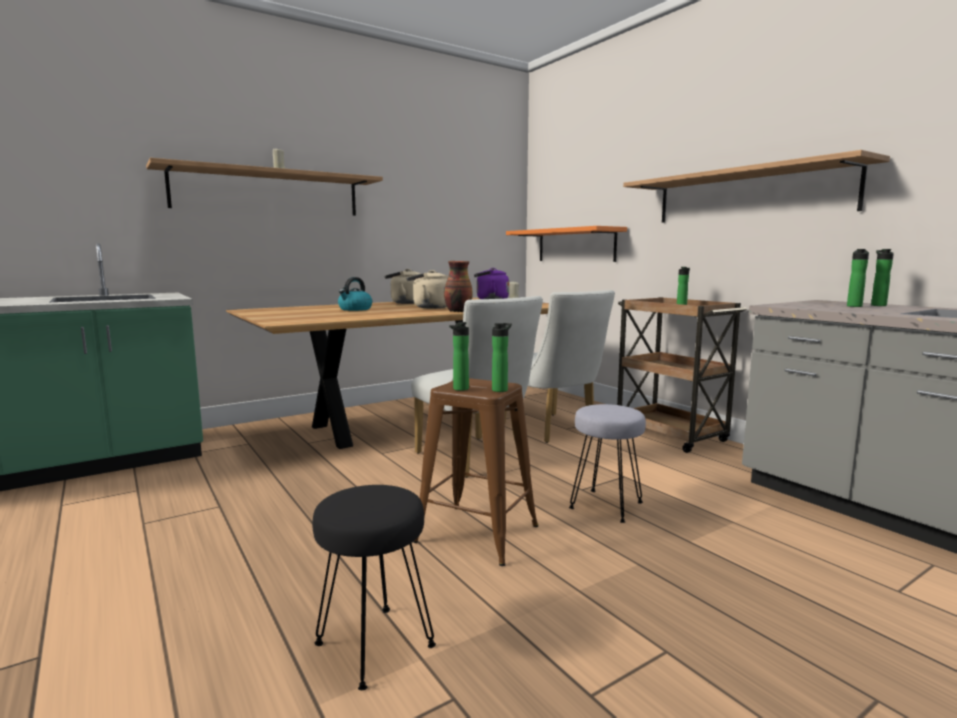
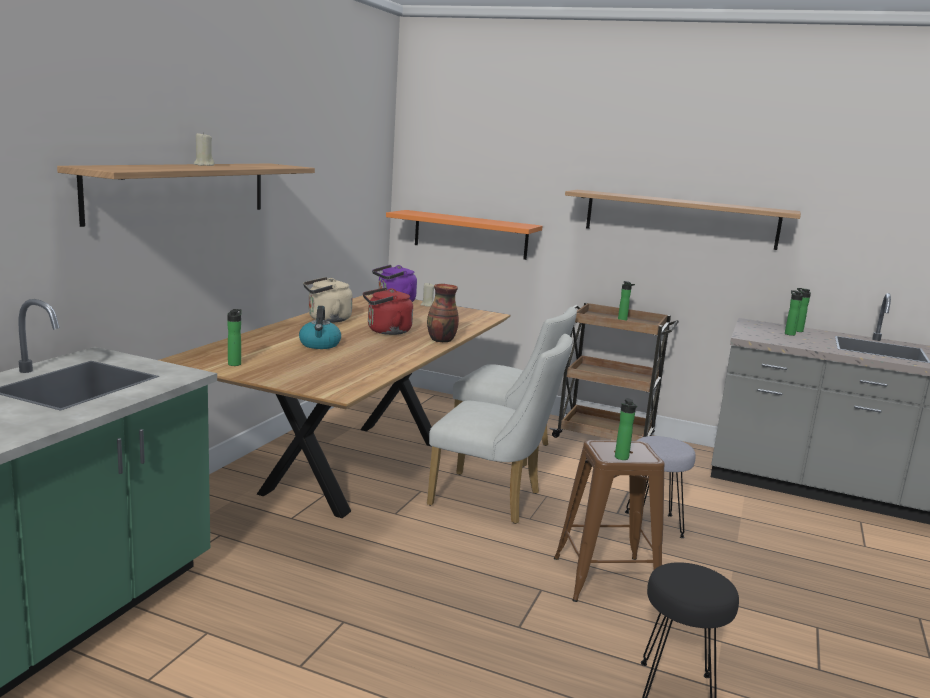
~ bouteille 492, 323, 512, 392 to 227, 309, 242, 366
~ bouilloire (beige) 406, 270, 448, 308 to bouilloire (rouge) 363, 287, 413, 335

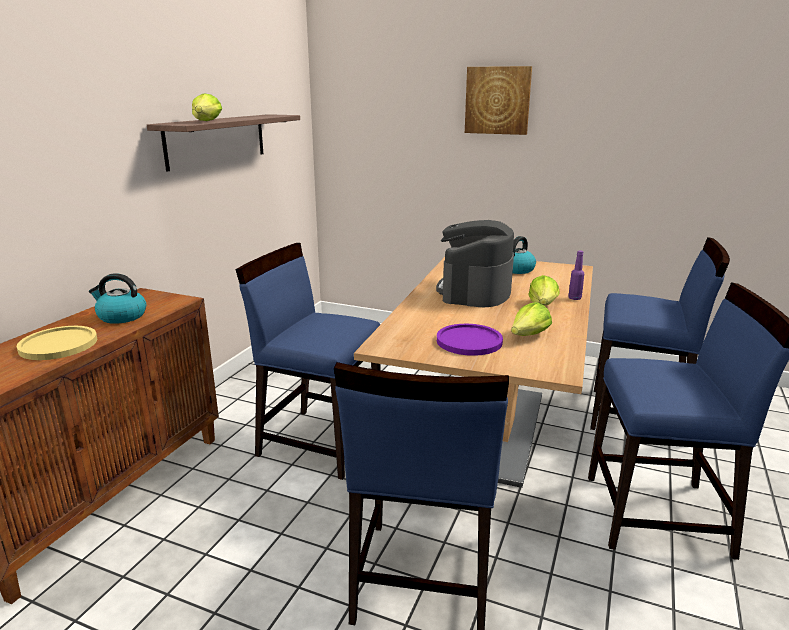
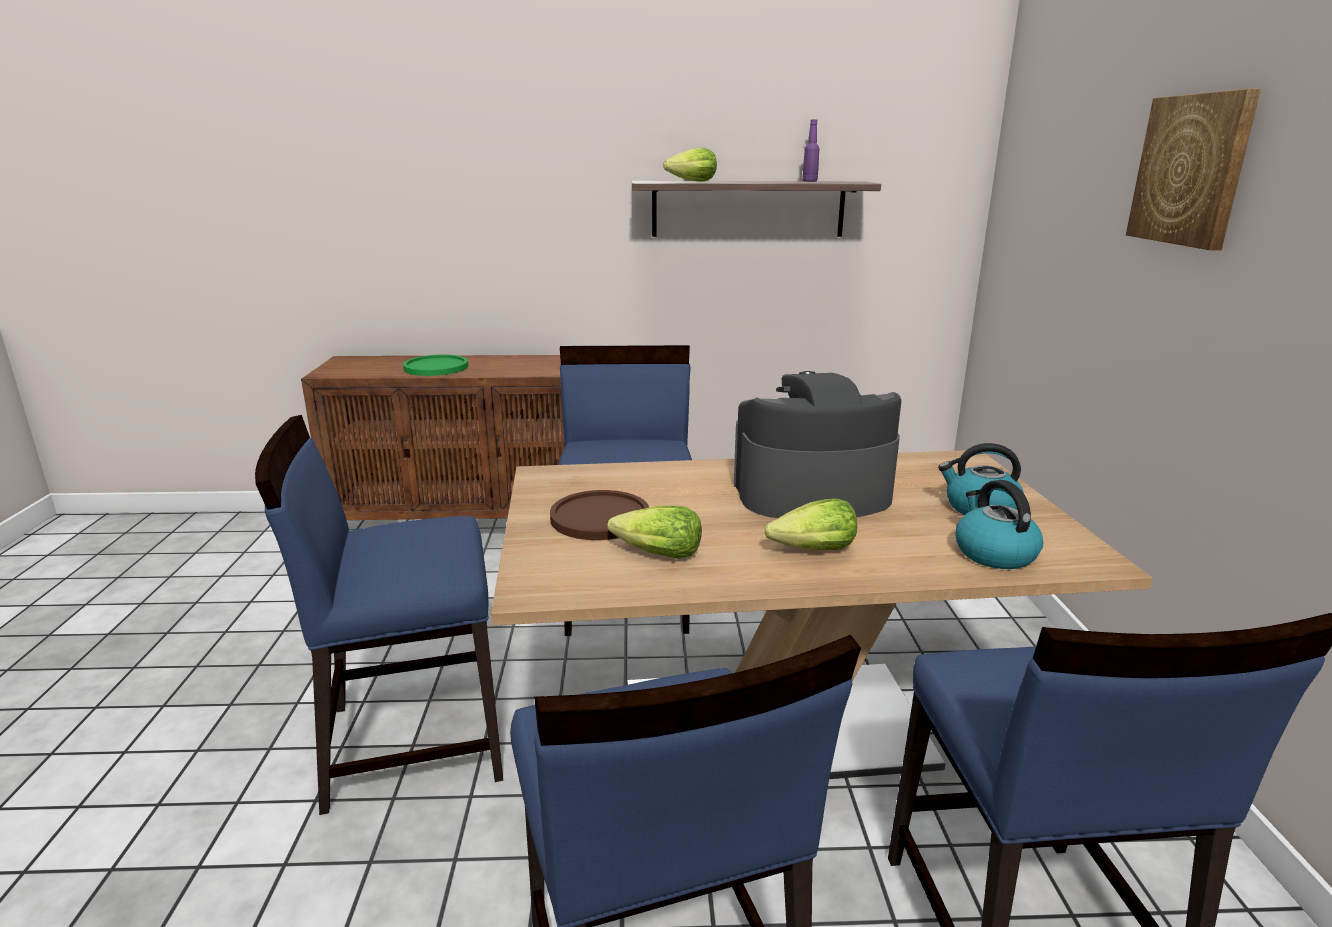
~ assiette (jaune) 17, 326, 97, 360 to assiette (vert) 403, 355, 468, 376
~ assiette (violet) 437, 324, 503, 356 to assiette (marron) 550, 490, 649, 540
~ bouteille (violet) 568, 251, 584, 300 to 802, 119, 819, 182
~ bouilloire 89, 273, 146, 324 to 956, 480, 1043, 569

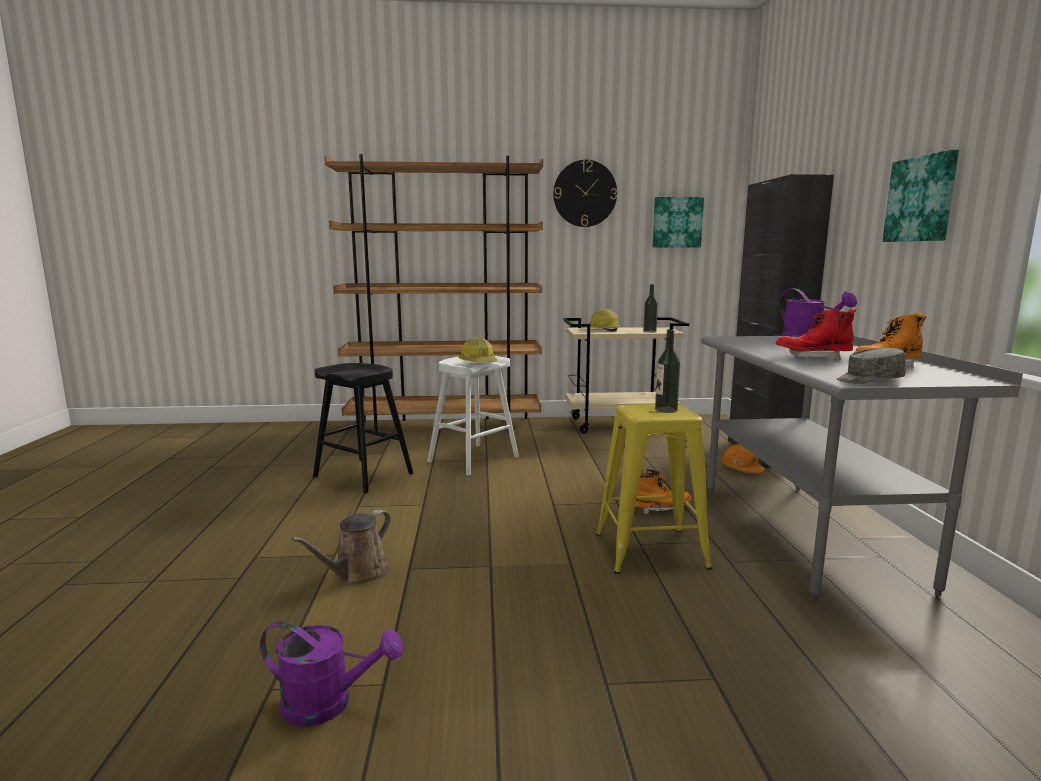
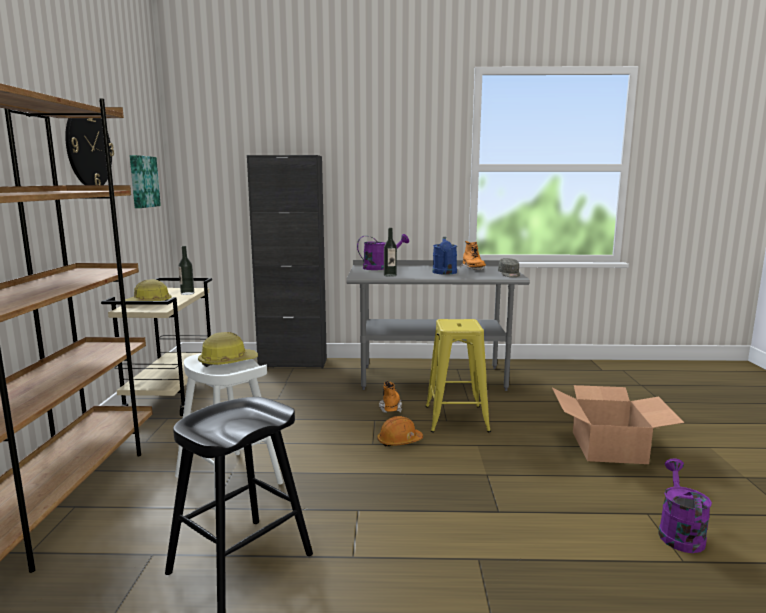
~ casque de chantier (orange) 721, 444, 765, 473 to 377, 416, 423, 446
~ bouteille 655, 329, 680, 413 to 384, 228, 397, 277
~ botte (rouge) 776, 309, 856, 360 to arrosoir (bleu) 433, 237, 457, 275
+ carton 552, 385, 684, 464
- arrosoir (marron) 292, 510, 391, 585
- tableau 882, 150, 959, 242

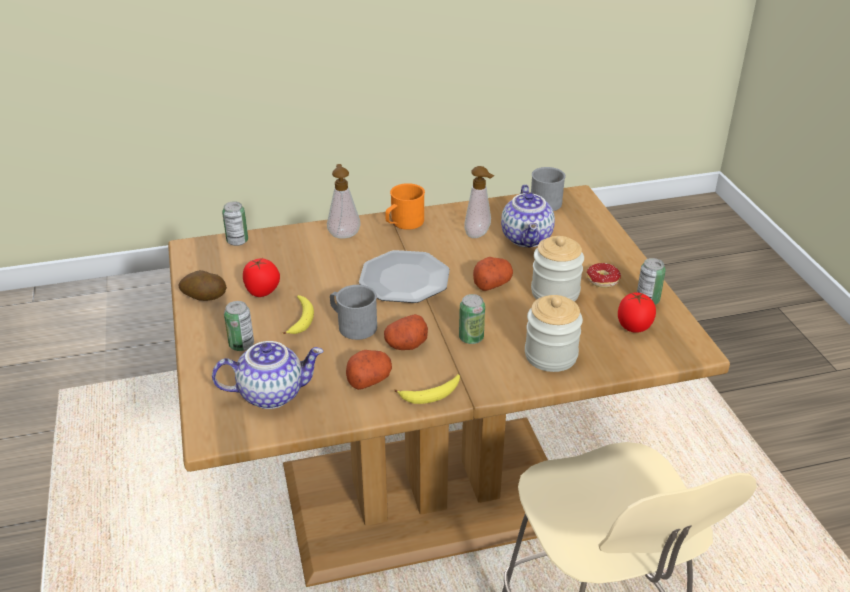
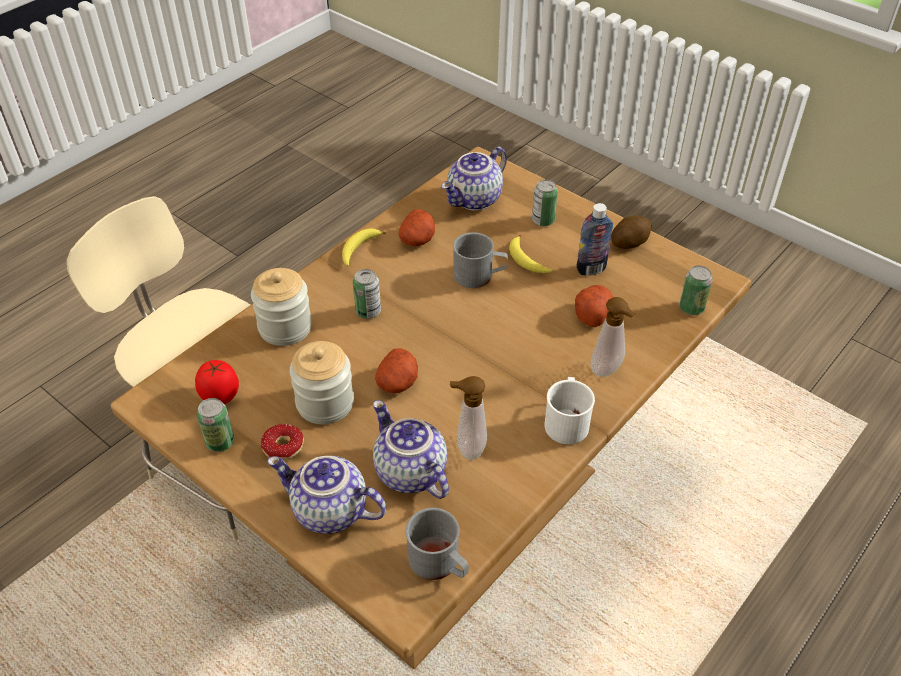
+ théière 267, 456, 386, 534
~ mug (orange) 385, 183, 425, 230 to mug (blanc) 545, 377, 595, 444
~ pomme de terre 384, 314, 428, 350 to 575, 285, 613, 327
~ tomate 243, 258, 280, 297 to bouteille 576, 203, 613, 276
- assiette 359, 250, 450, 303

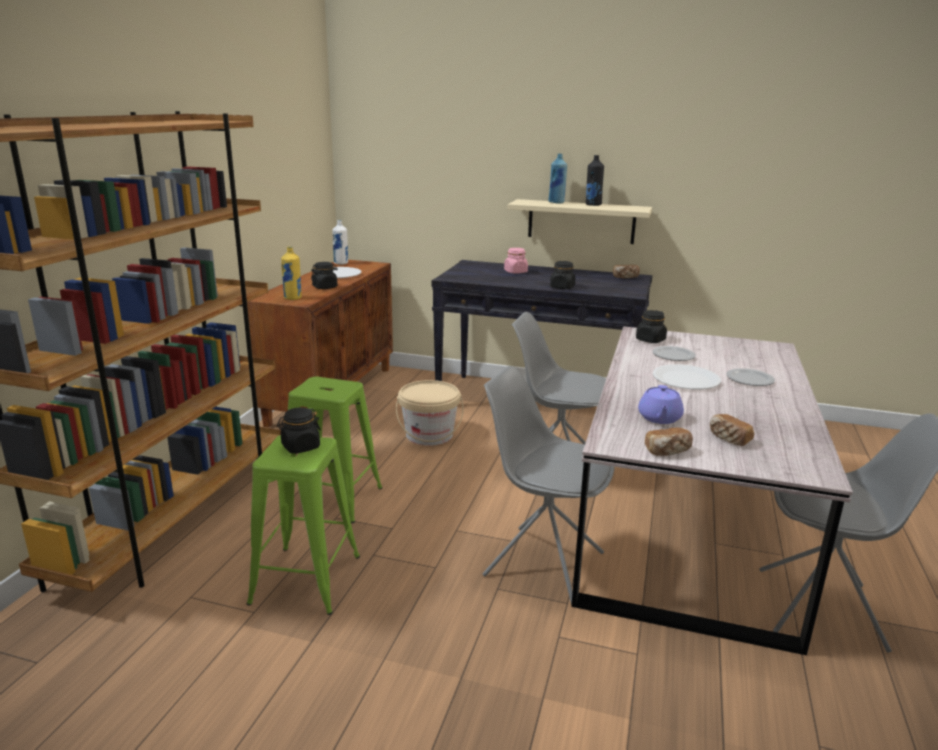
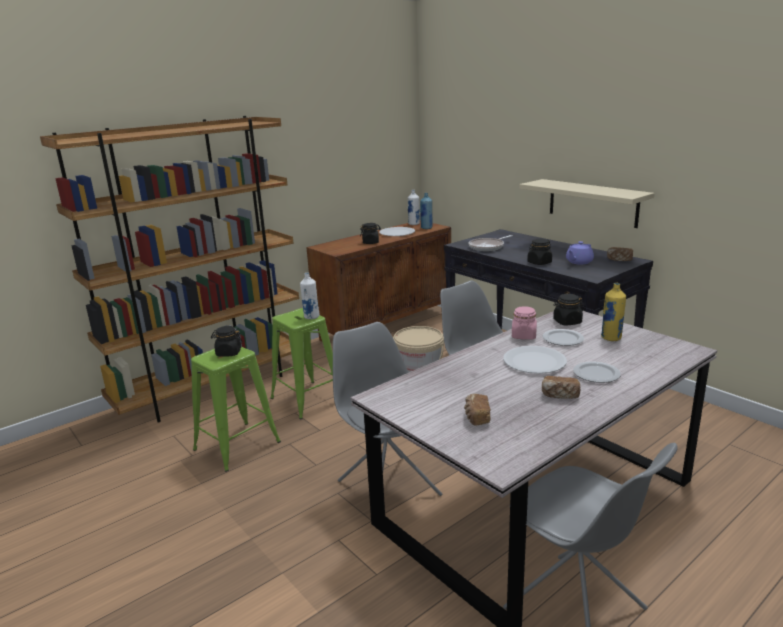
+ bouteille (blanc) 300, 273, 320, 319
~ bouteille (bleu) 548, 154, 567, 204 to 420, 193, 432, 229
+ poêle 469, 235, 513, 251
~ bocal (rose) 504, 248, 528, 274 to 512, 306, 537, 340
~ pain 645, 428, 693, 456 to 542, 376, 580, 399
~ théière (violet) 638, 385, 684, 424 to 566, 241, 594, 265
~ bouteille (jaune) 281, 246, 302, 300 to 601, 283, 626, 341
- bouteille (noir) 586, 155, 604, 206

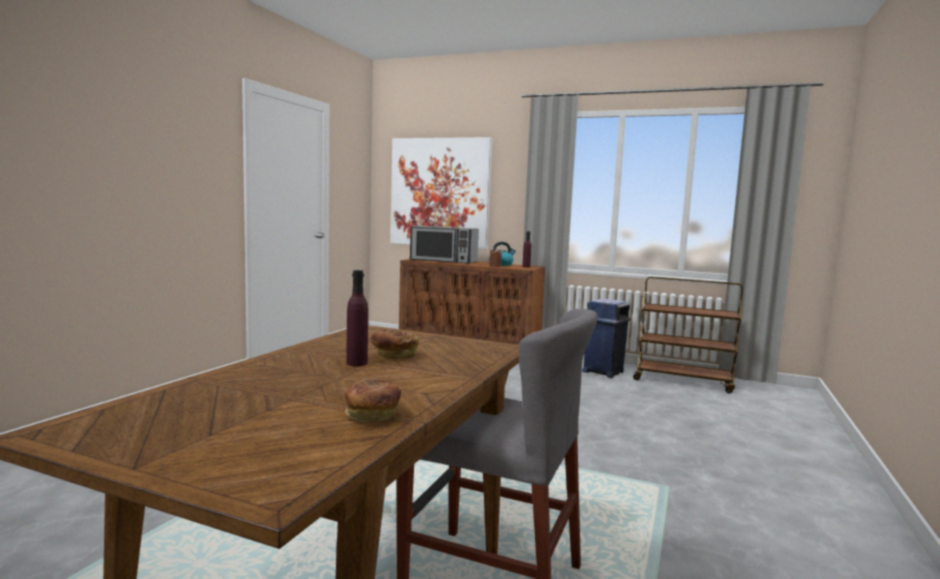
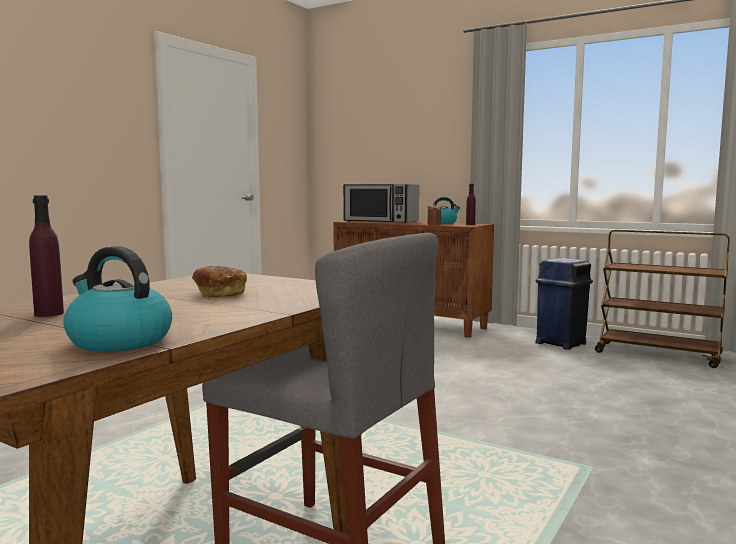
~ bouteille (violet) 346, 270, 368, 366 to 29, 195, 64, 317
~ pain 345, 378, 401, 422 to bouilloire 63, 246, 172, 352
- tableau 390, 137, 492, 249

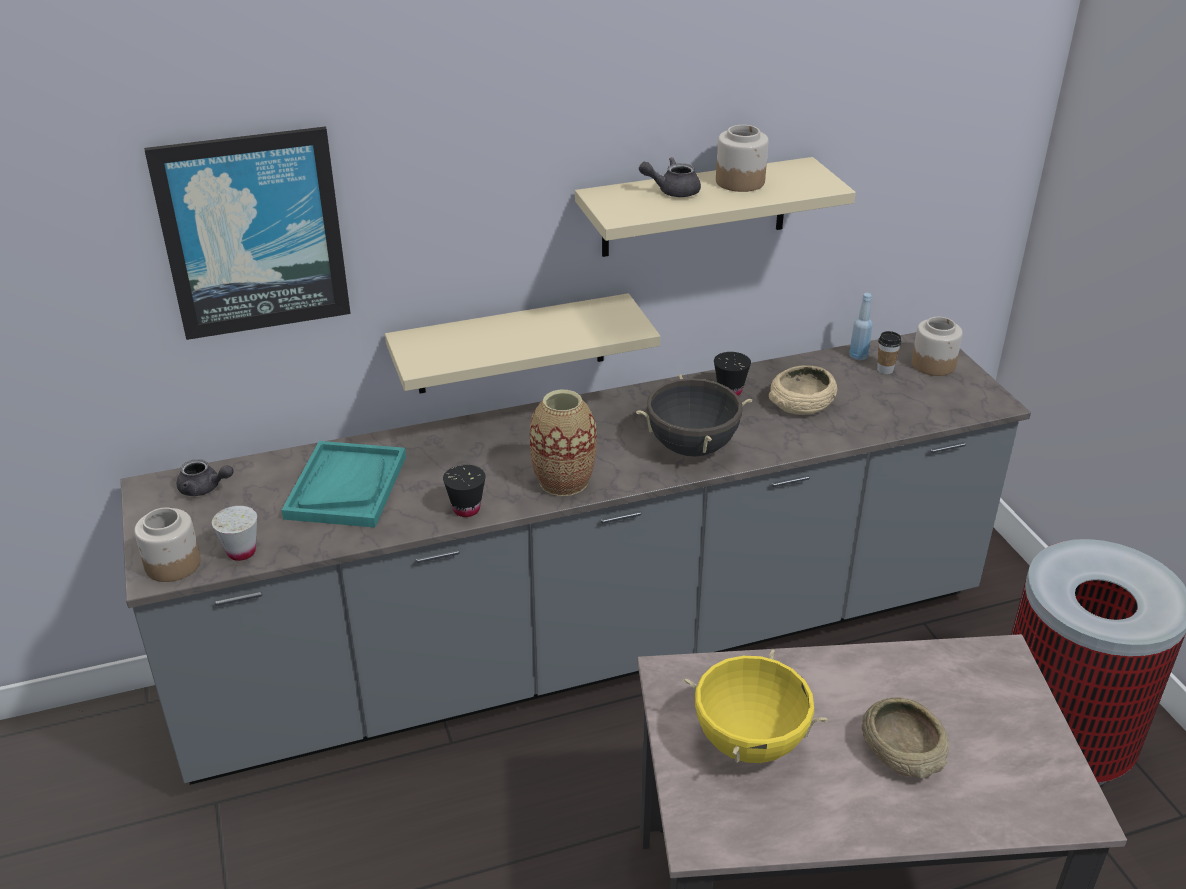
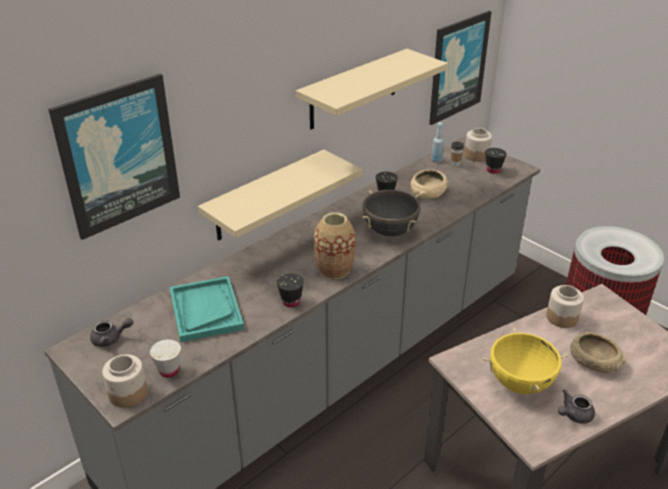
+ tableau 429, 11, 492, 125
+ tasse (noir) 485, 148, 507, 174
~ bocal 716, 125, 768, 192 to 546, 285, 584, 328
~ théière (gris) 639, 157, 701, 197 to 558, 390, 595, 424

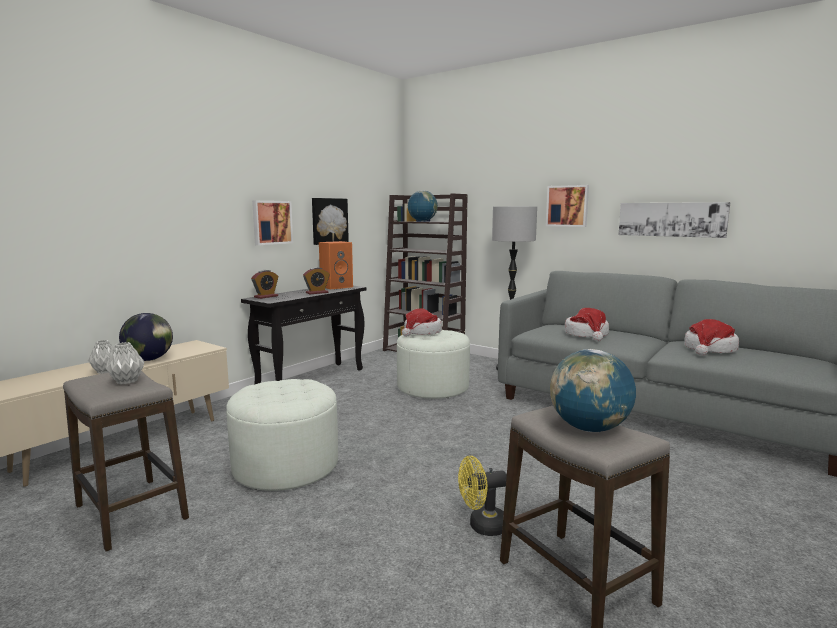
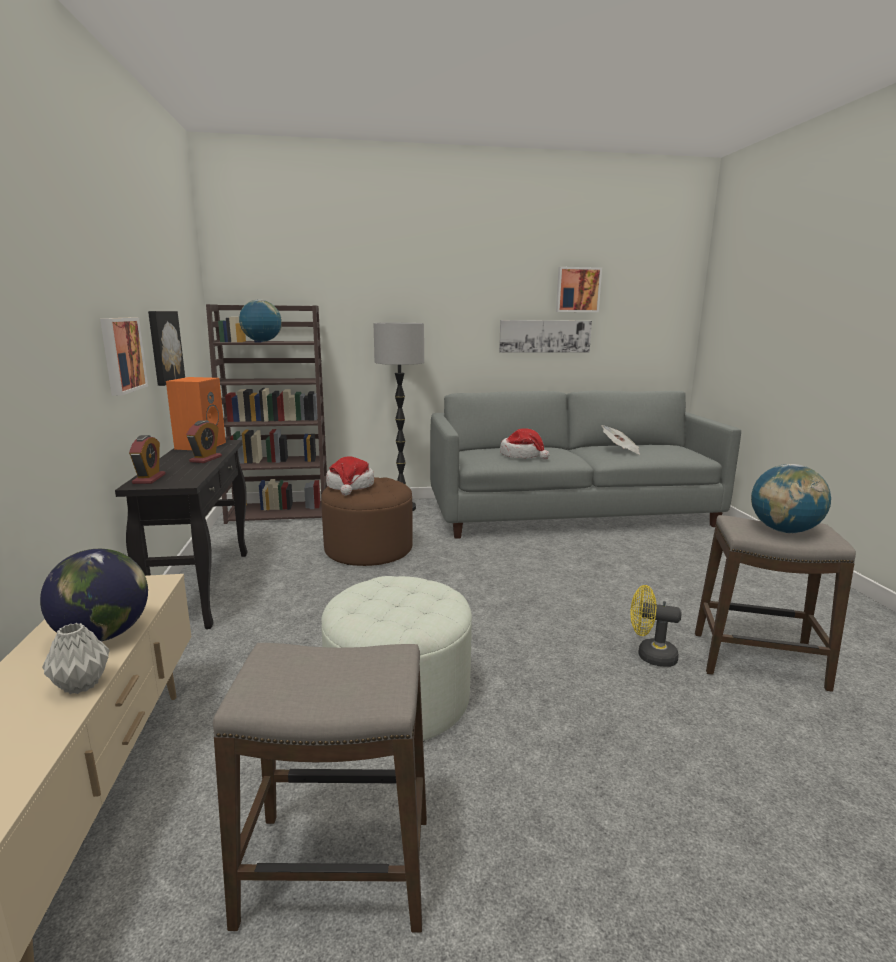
~ pouf (blanc) 397, 330, 470, 399 to pouf (marron) 321, 477, 413, 566
~ tableau 546, 185, 589, 227 to 556, 267, 602, 312
~ chapeau 684, 319, 739, 356 to journal 601, 425, 640, 454
~ ventilateur (jaune) 458, 456, 507, 536 = 630, 585, 681, 667 75 degrees clockwise
- vase (gris) 105, 342, 145, 384

